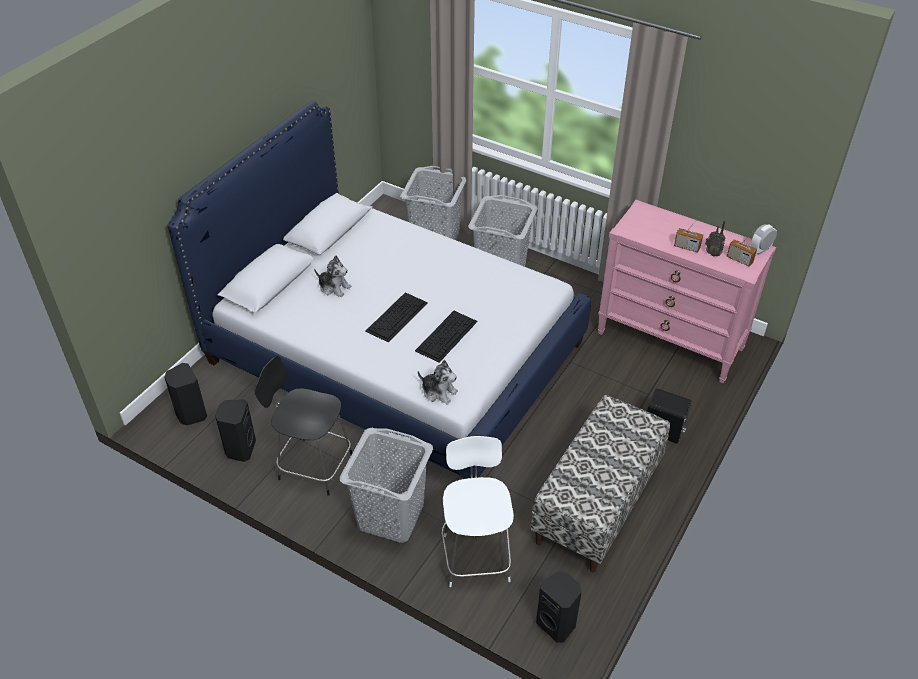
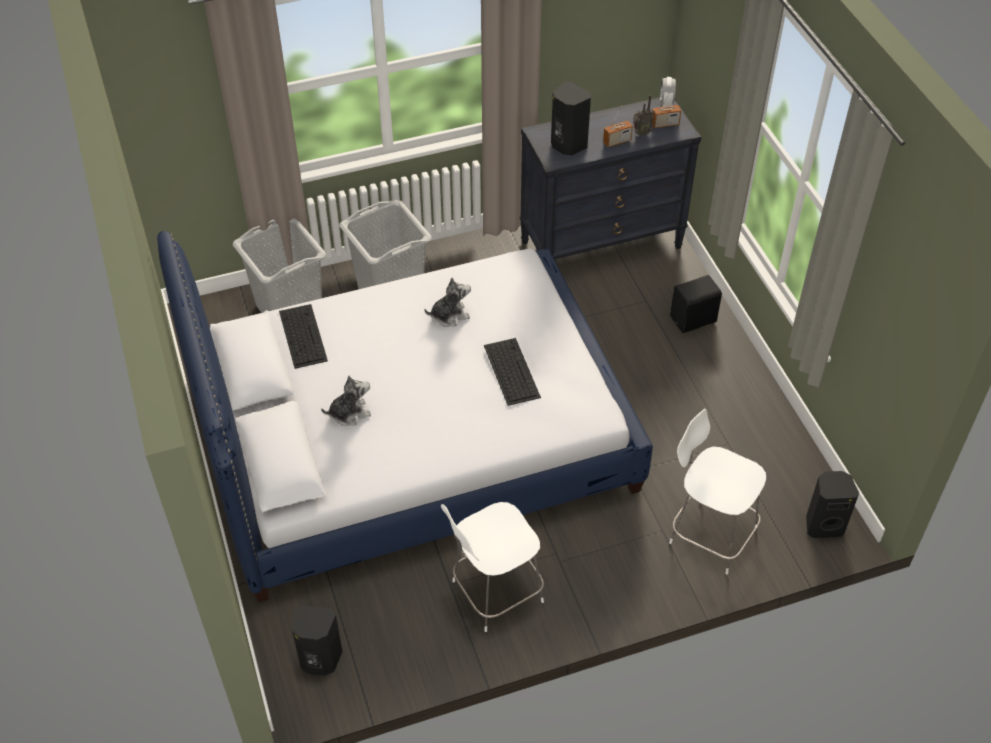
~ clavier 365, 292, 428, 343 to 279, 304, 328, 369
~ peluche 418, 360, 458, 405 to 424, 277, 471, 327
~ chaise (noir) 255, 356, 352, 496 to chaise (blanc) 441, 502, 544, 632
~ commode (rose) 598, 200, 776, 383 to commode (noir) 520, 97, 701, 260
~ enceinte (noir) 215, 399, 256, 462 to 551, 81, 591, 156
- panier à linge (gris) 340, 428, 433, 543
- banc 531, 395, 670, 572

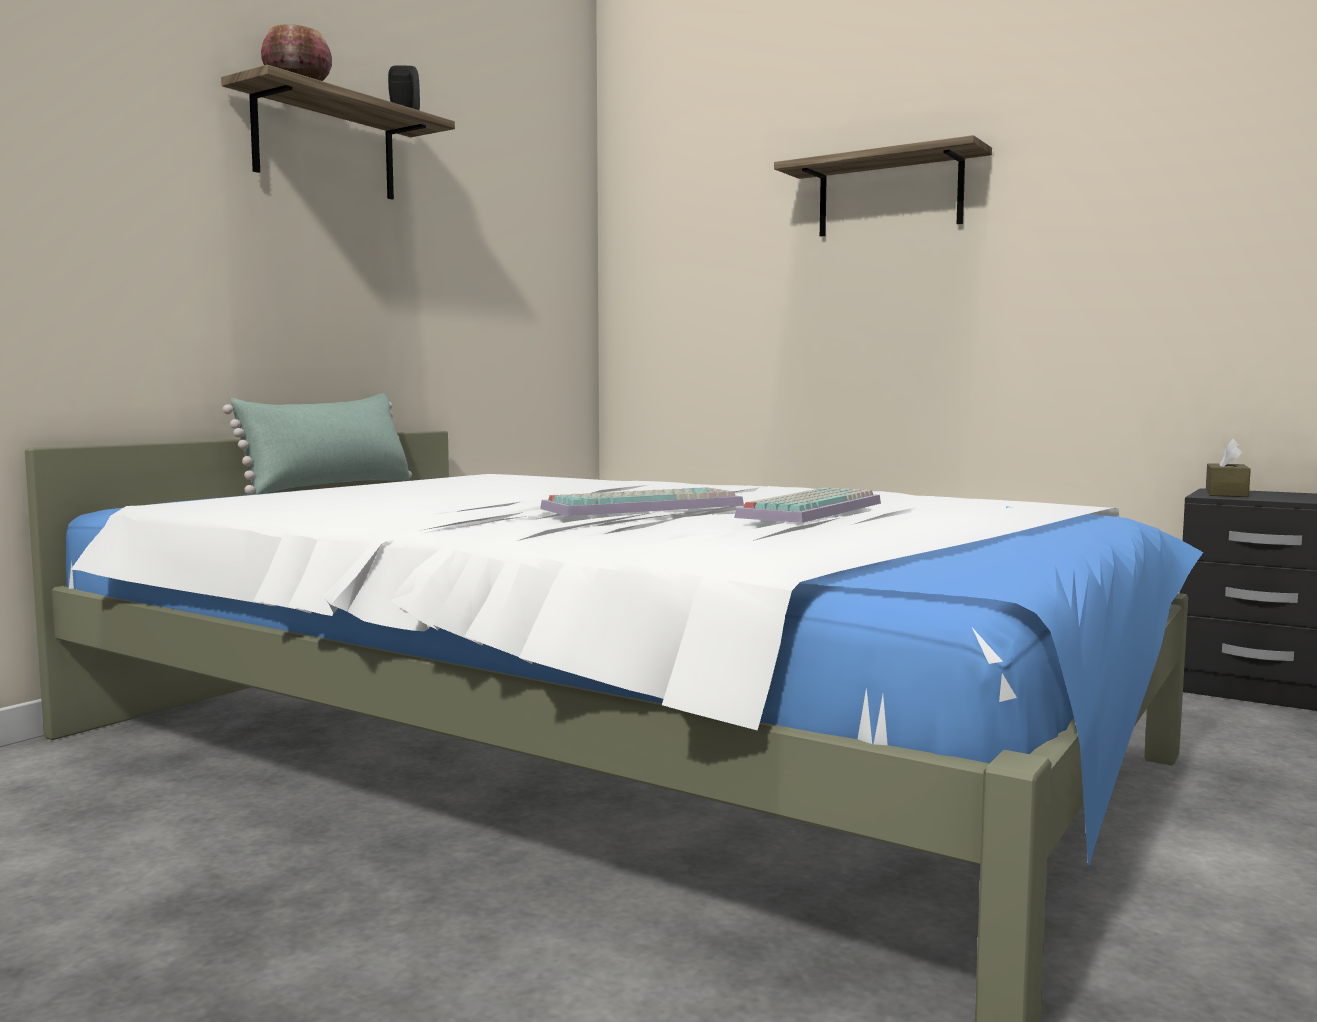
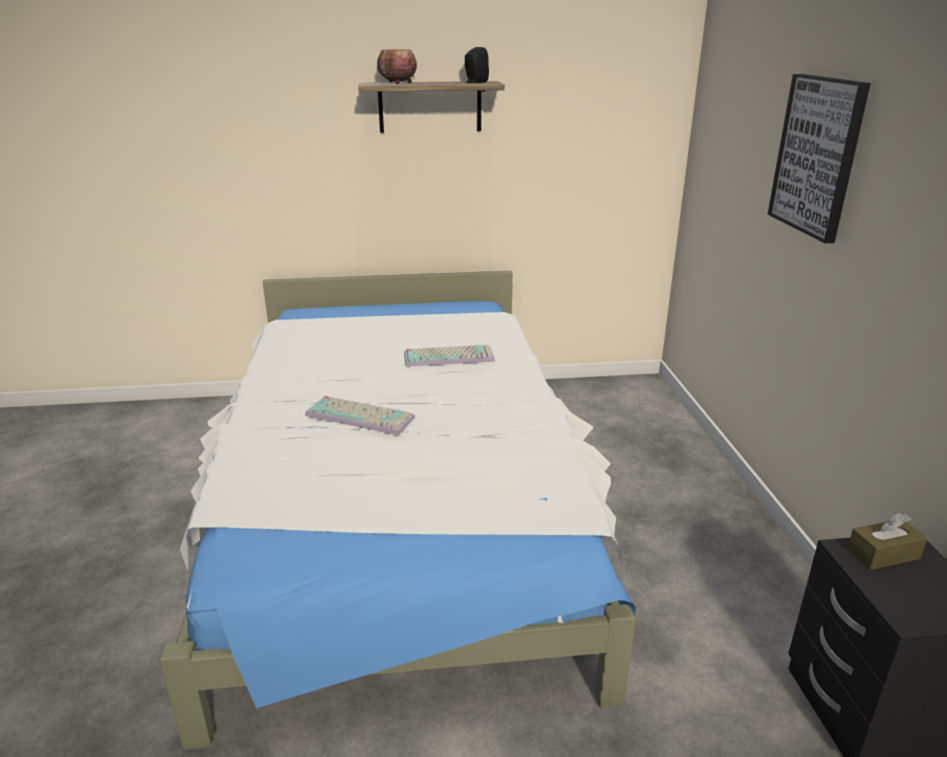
~ clavier 734, 488, 881, 523 to 404, 345, 495, 367
~ étagère 774, 135, 992, 237 to tableau 768, 74, 871, 243
- coussin (vert) 223, 393, 412, 495

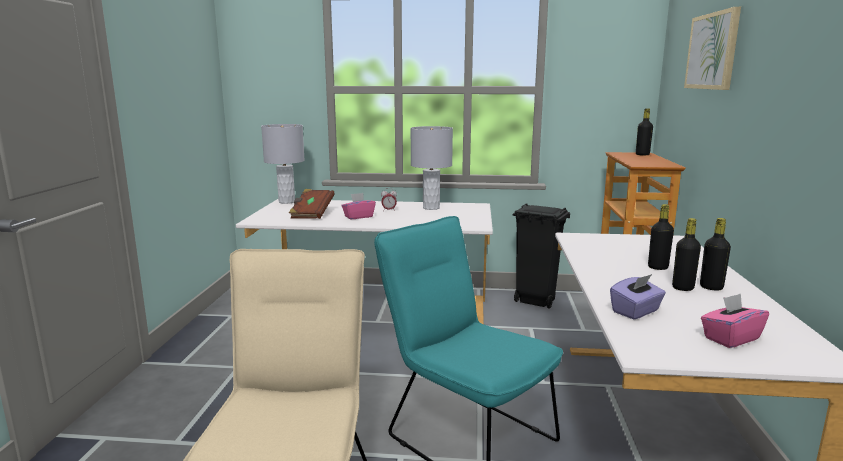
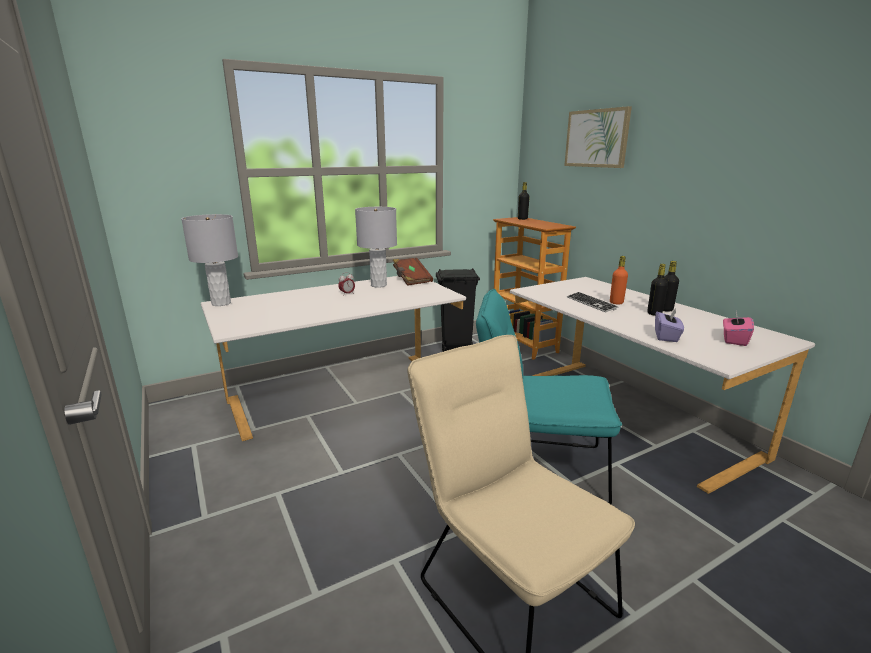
~ livre (marron) 289, 189, 335, 219 to 393, 258, 433, 286
+ clavier 567, 292, 618, 312
~ bouteille (noir) 648, 204, 674, 270 to bouteille (orange) 610, 256, 628, 304
- boîte à mouchoirs (rose) 342, 193, 376, 219

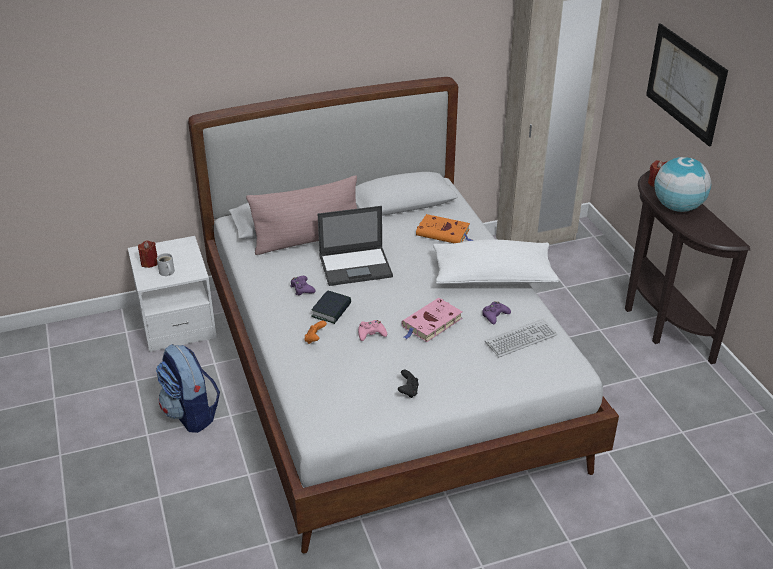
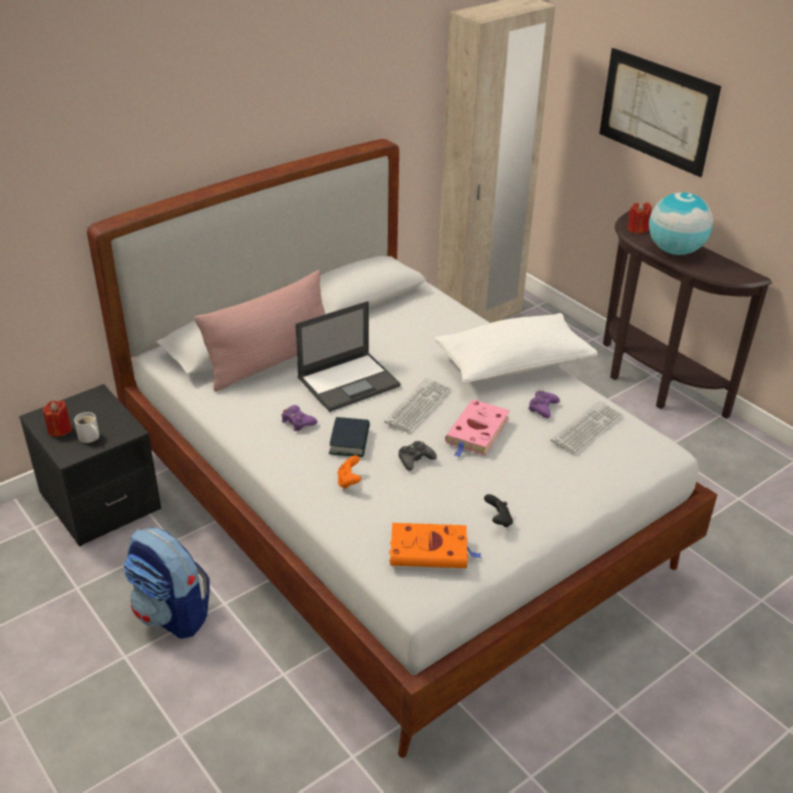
~ table de chevet (blanc) 128, 236, 217, 352 to table de chevet (noir) 19, 384, 161, 546
+ clavier 384, 377, 451, 434
~ livre (orange) 416, 214, 473, 243 to 389, 523, 482, 568
~ manette (rose) 358, 320, 387, 341 to manette (noir) 399, 441, 437, 471

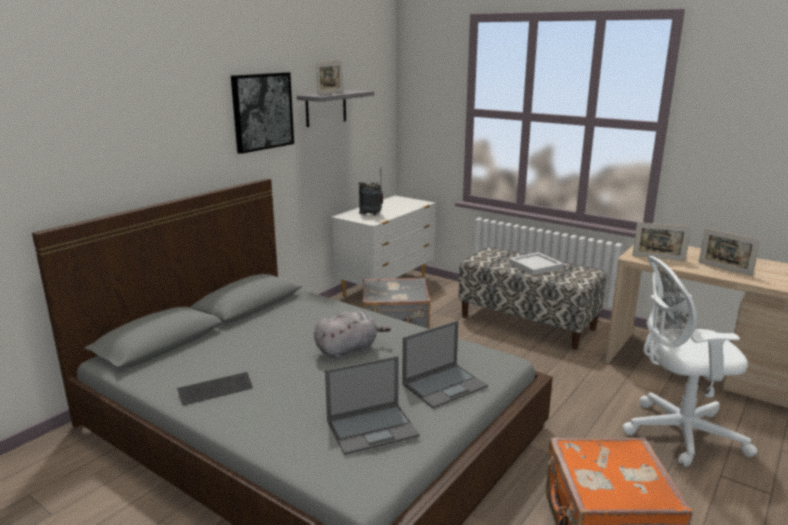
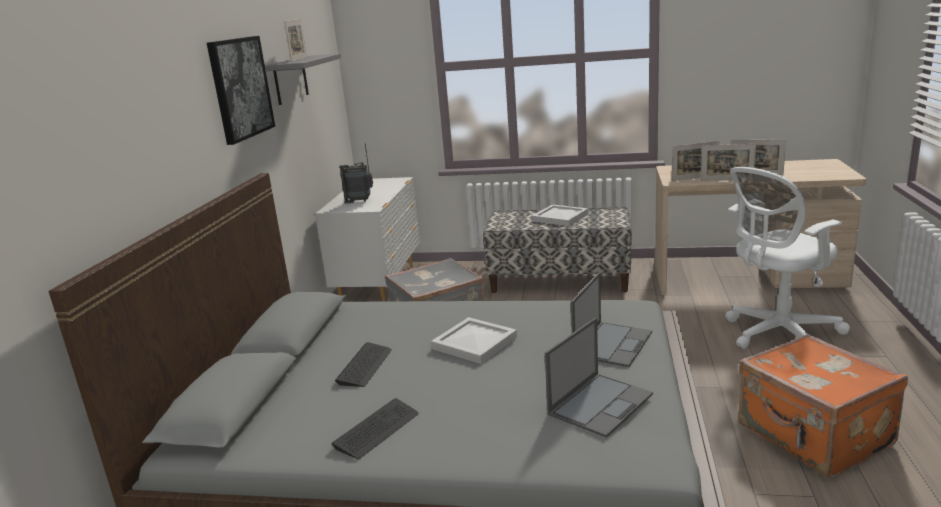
+ clavier 335, 342, 392, 387
~ peluche (gris) 314, 311, 391, 359 to plateau (blanc) 431, 317, 517, 364
+ cadre photo 701, 144, 756, 181

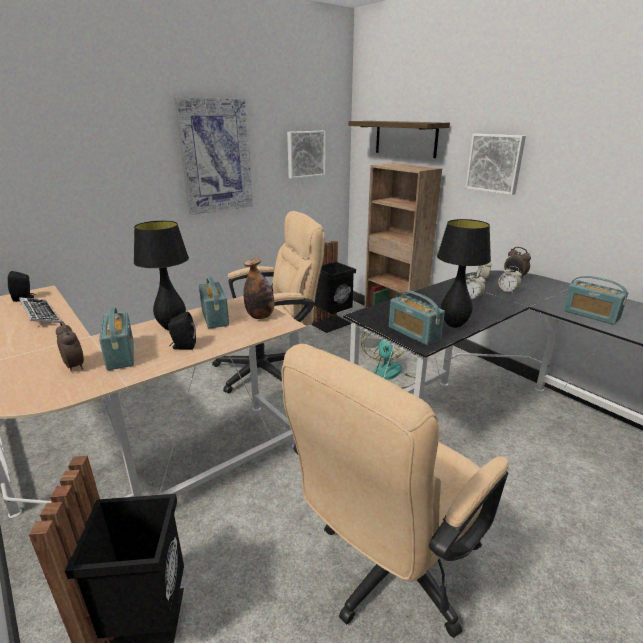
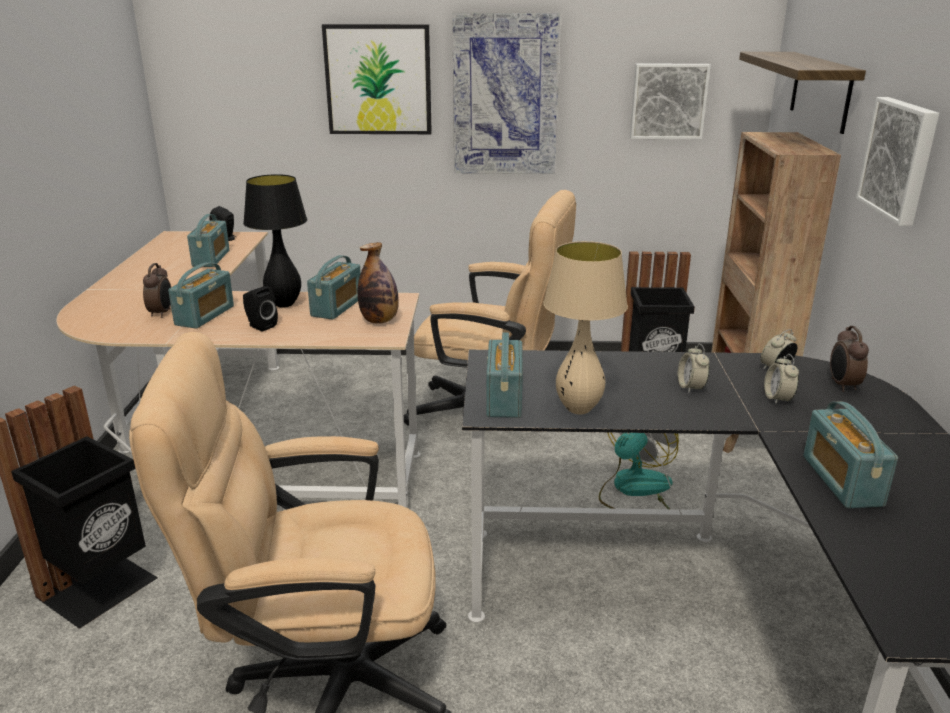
~ clavier 19, 297, 60, 323 to radio 187, 214, 230, 267
+ tableau 322, 24, 432, 134
~ lampe de table (noir) 437, 219, 491, 328 to lampe de table (beige) 543, 241, 628, 414

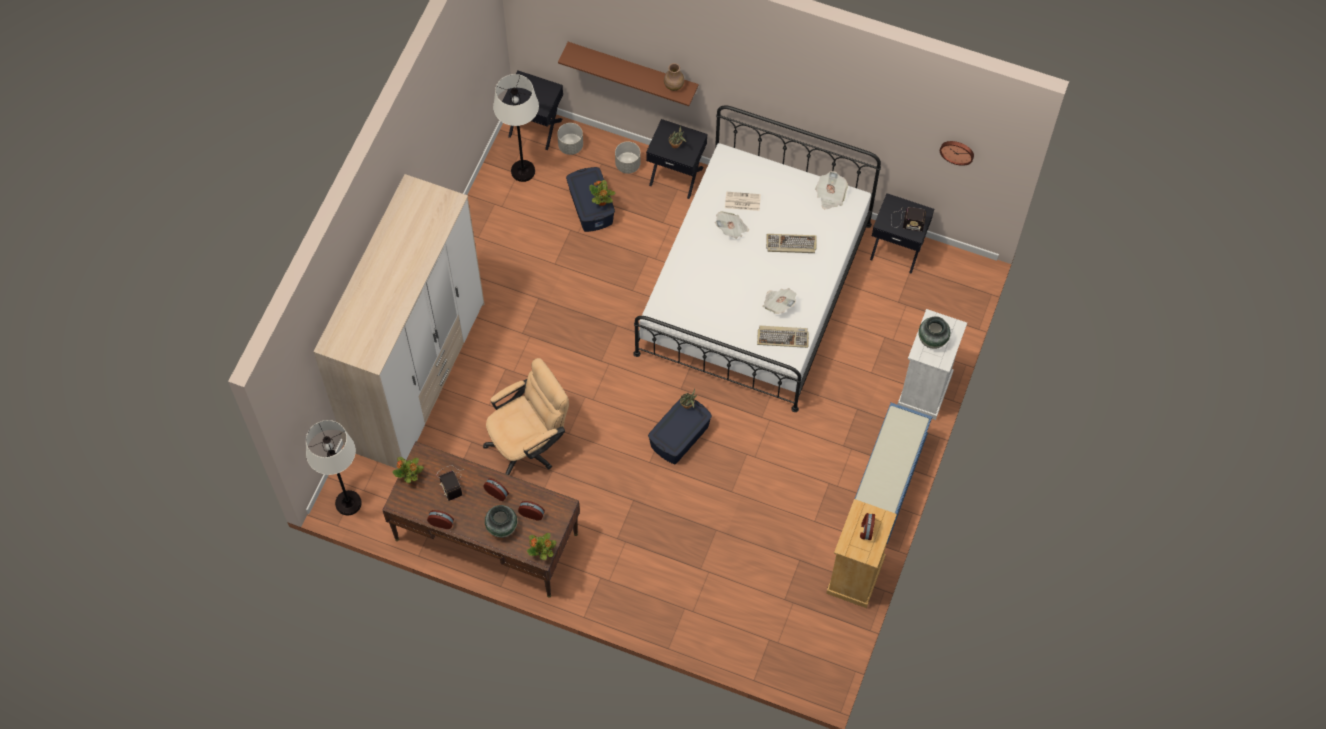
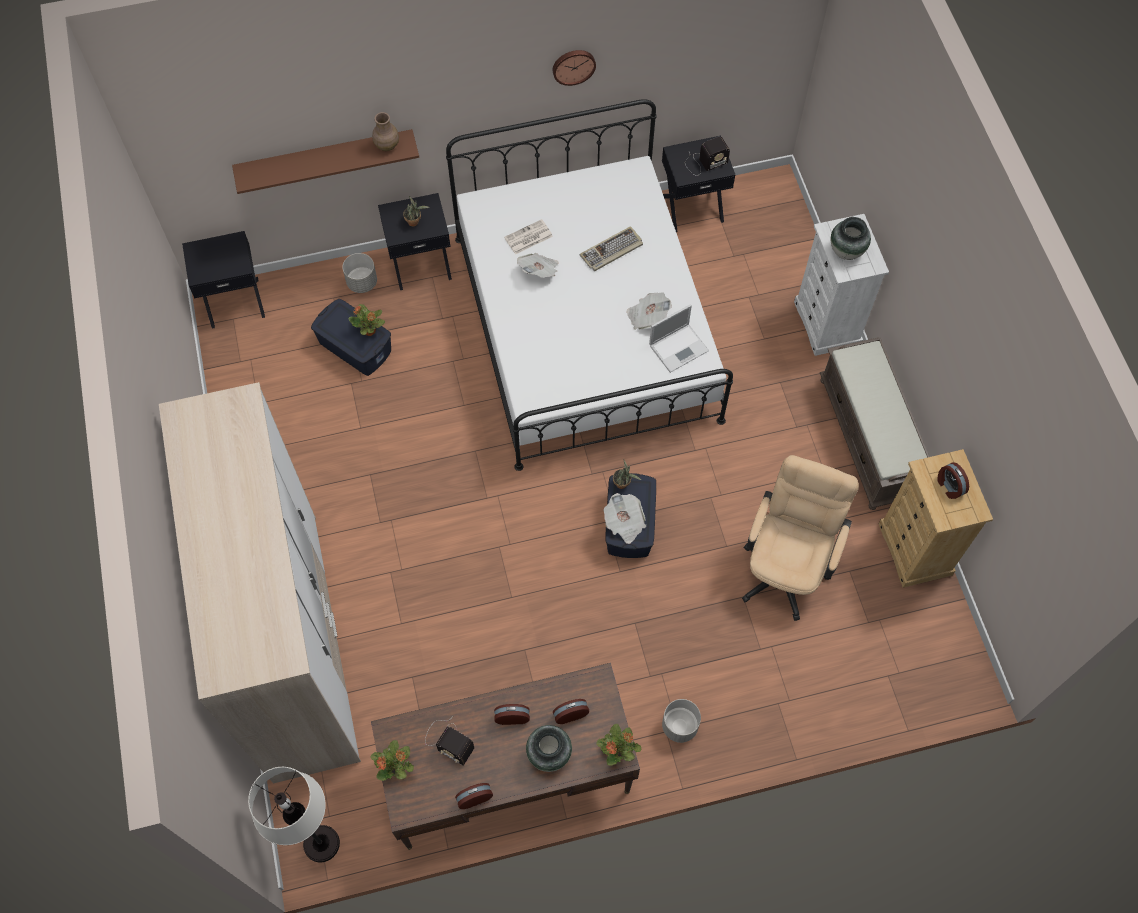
~ horloge murale 940, 141, 974, 166 to 553, 50, 596, 86
~ journal 815, 171, 848, 210 to 604, 493, 646, 544
~ clavier 757, 326, 809, 348 to ordinateur portable 649, 304, 709, 373
~ cache-pot (gris) 557, 123, 583, 155 to 662, 699, 701, 743
~ chaise de bureau (beige) 483, 358, 569, 475 to 742, 455, 859, 621
~ banc (bleu) 855, 403, 932, 544 to banc (marron) 820, 337, 929, 510
- lampadaire (blanc) 493, 74, 539, 182

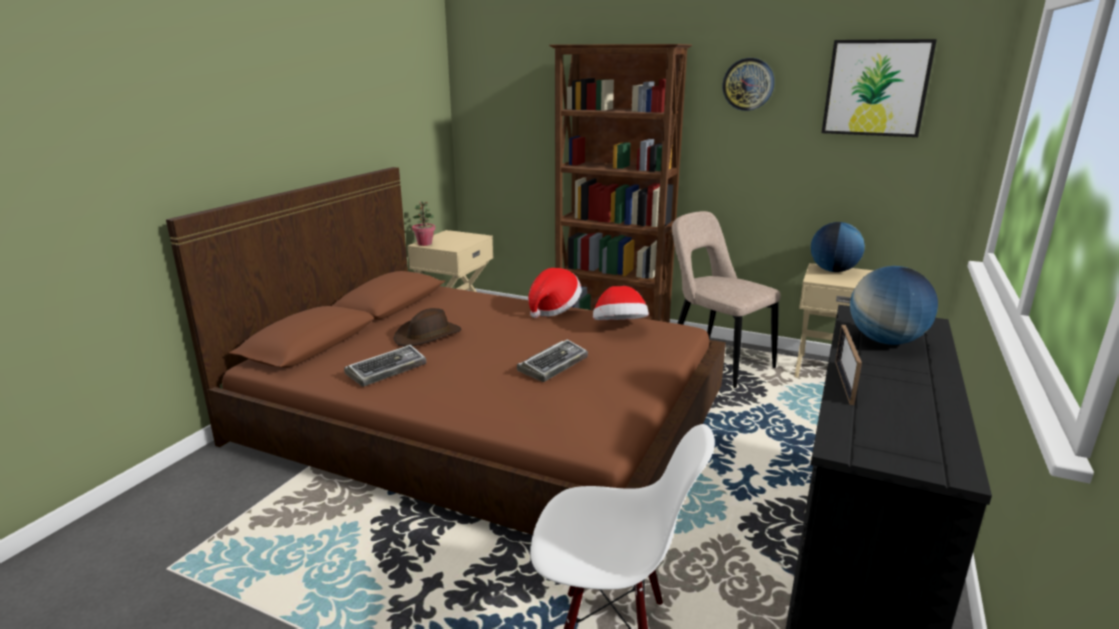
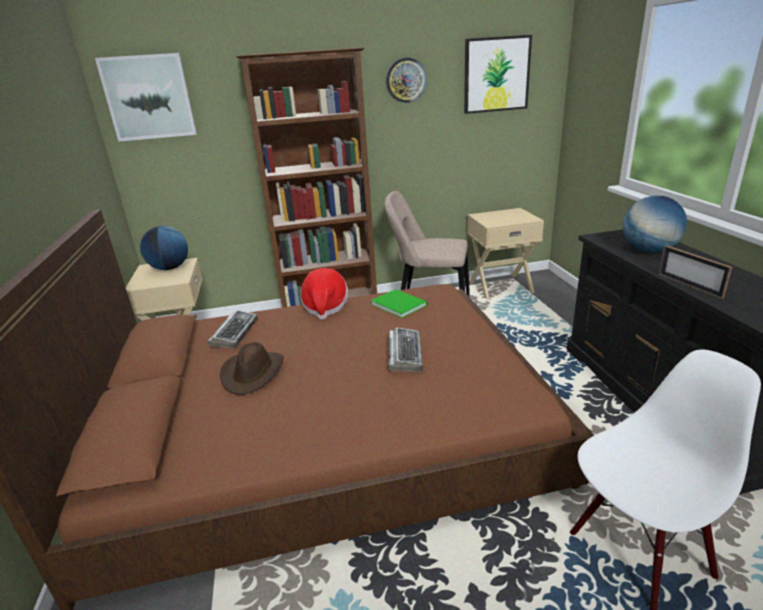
+ tableau 95, 53, 197, 142
~ globe 811, 222, 865, 272 to 140, 226, 188, 270
~ clavier 344, 345, 426, 387 to 207, 310, 258, 348
~ chapeau 593, 286, 649, 320 to livre (vert) 371, 289, 427, 318
- plante en pot 412, 201, 435, 246

